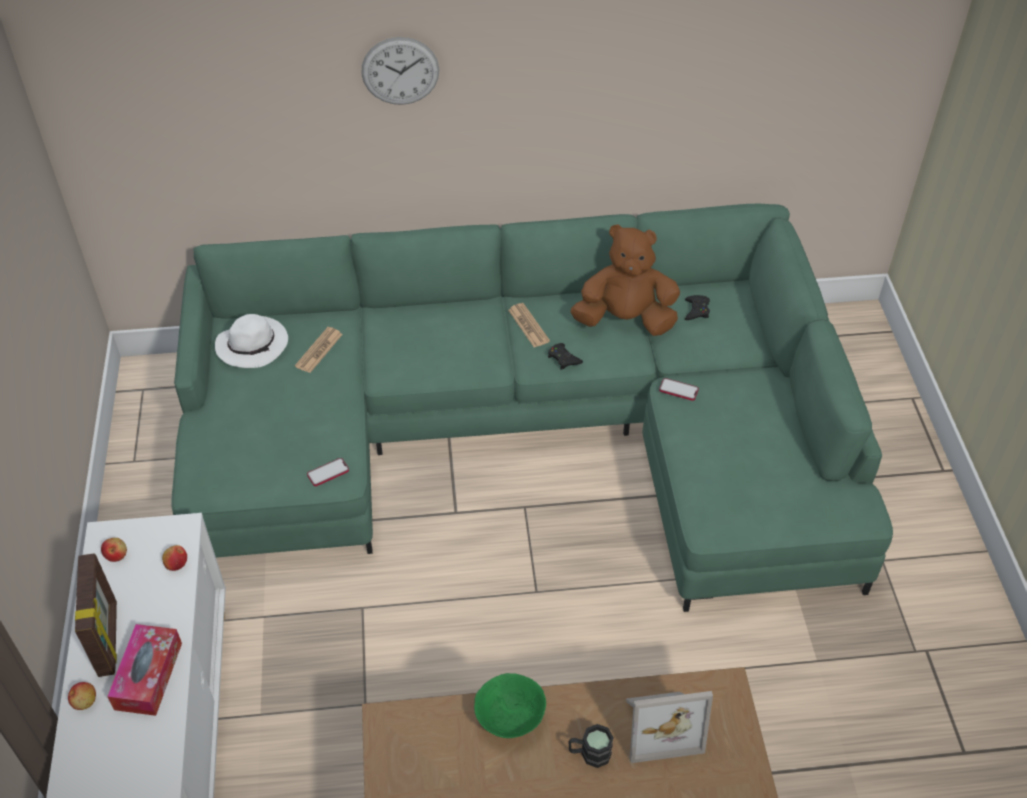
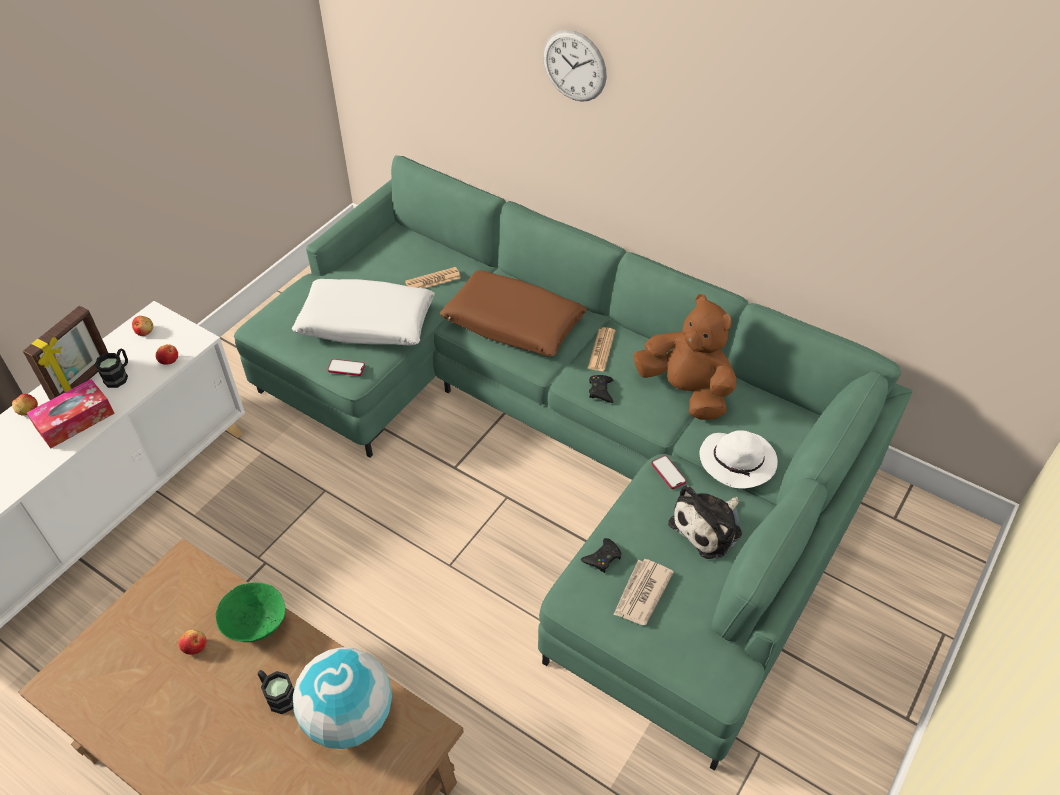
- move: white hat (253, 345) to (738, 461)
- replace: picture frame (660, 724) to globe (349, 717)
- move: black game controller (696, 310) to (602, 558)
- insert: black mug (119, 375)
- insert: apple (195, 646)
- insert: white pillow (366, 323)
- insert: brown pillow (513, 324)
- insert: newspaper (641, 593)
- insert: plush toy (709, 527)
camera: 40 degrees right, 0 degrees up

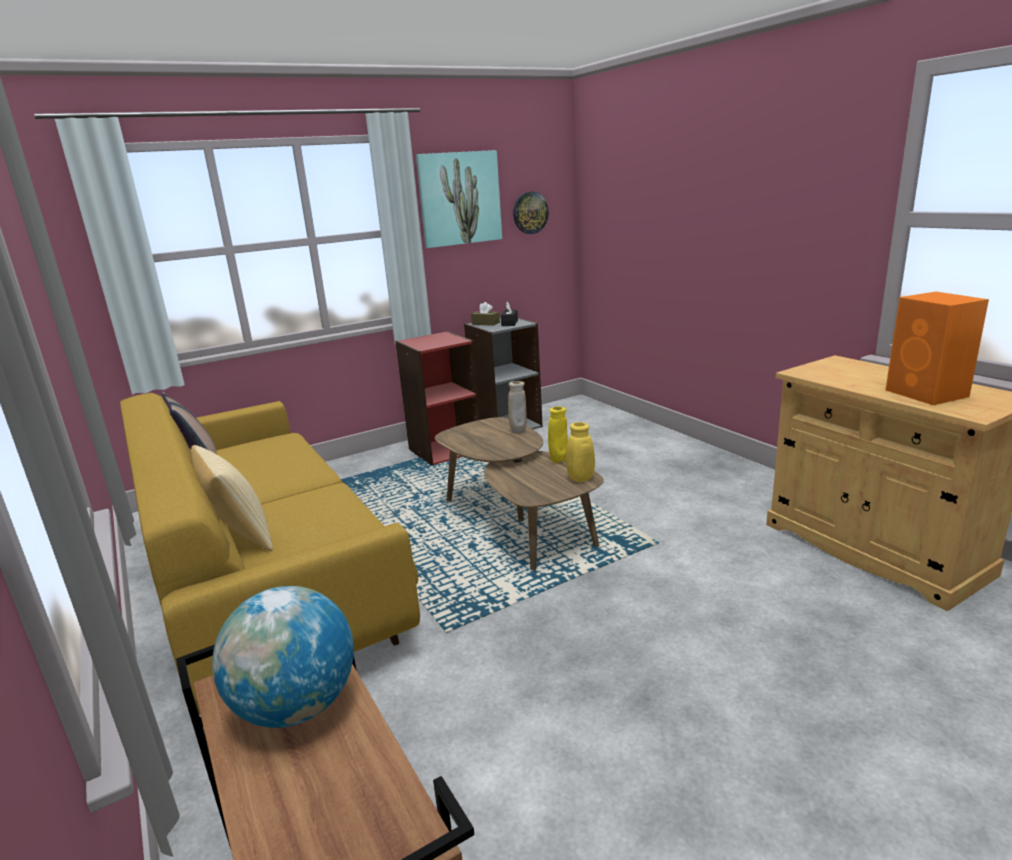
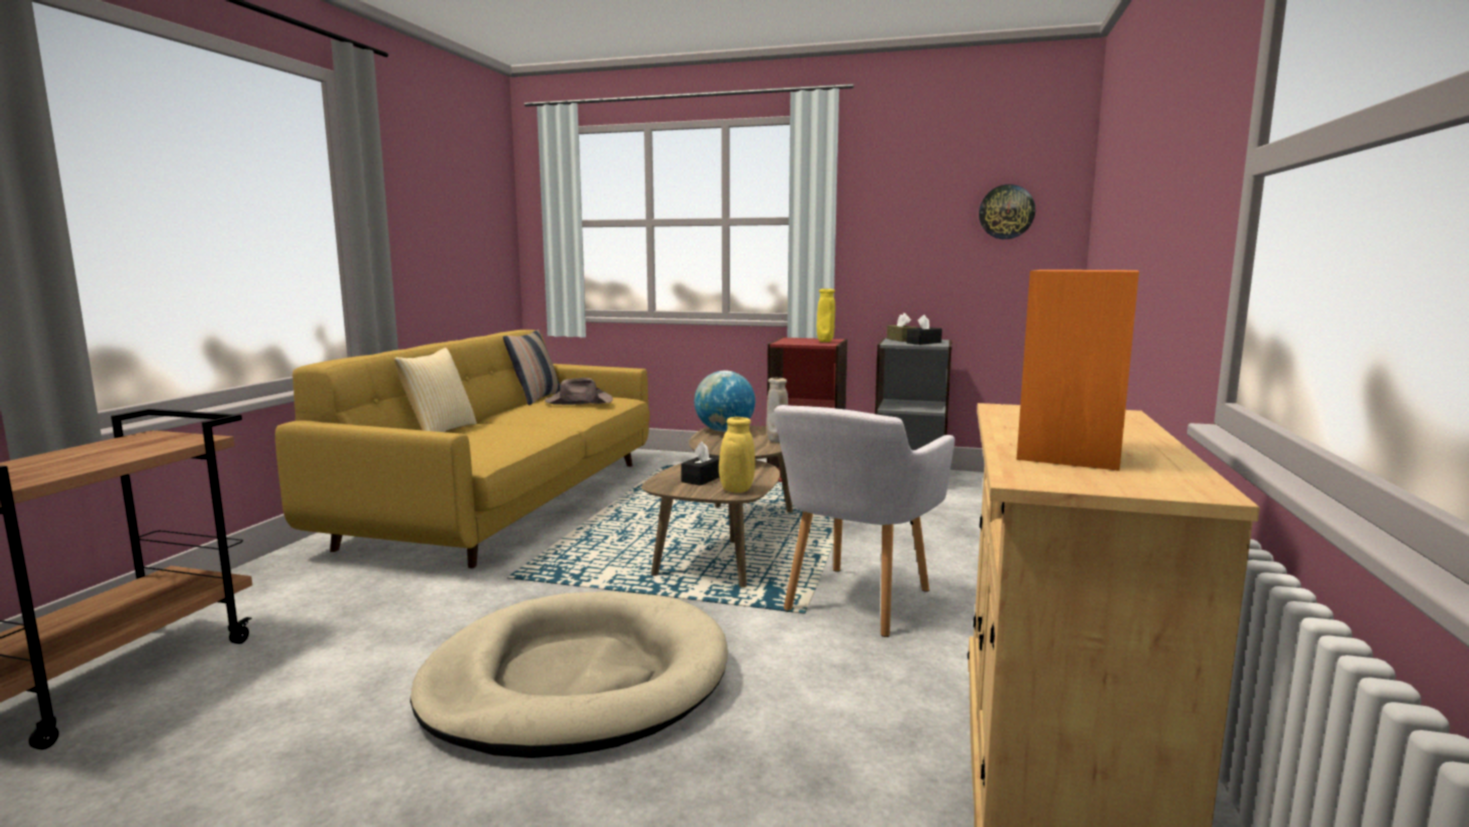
- move: globe (296, 706) to (724, 431)
- delete: picture (460, 198)
- move: yellow vase (558, 461) to (825, 342)
- insert: beige dog bed (576, 681)
- insert: brown hat (578, 401)
- insert: black tissue box (703, 478)
- insert: grey armchair (854, 602)
camera: 45 degrees right, 10 degrees down

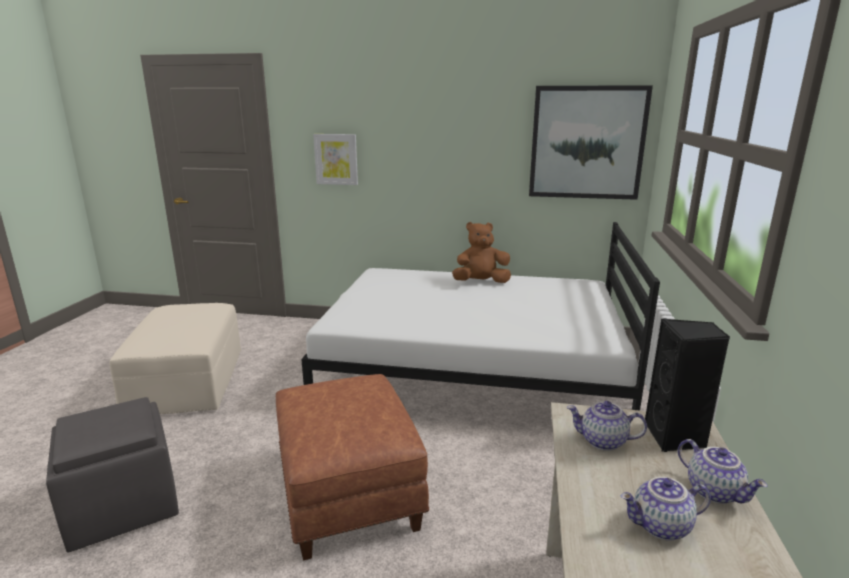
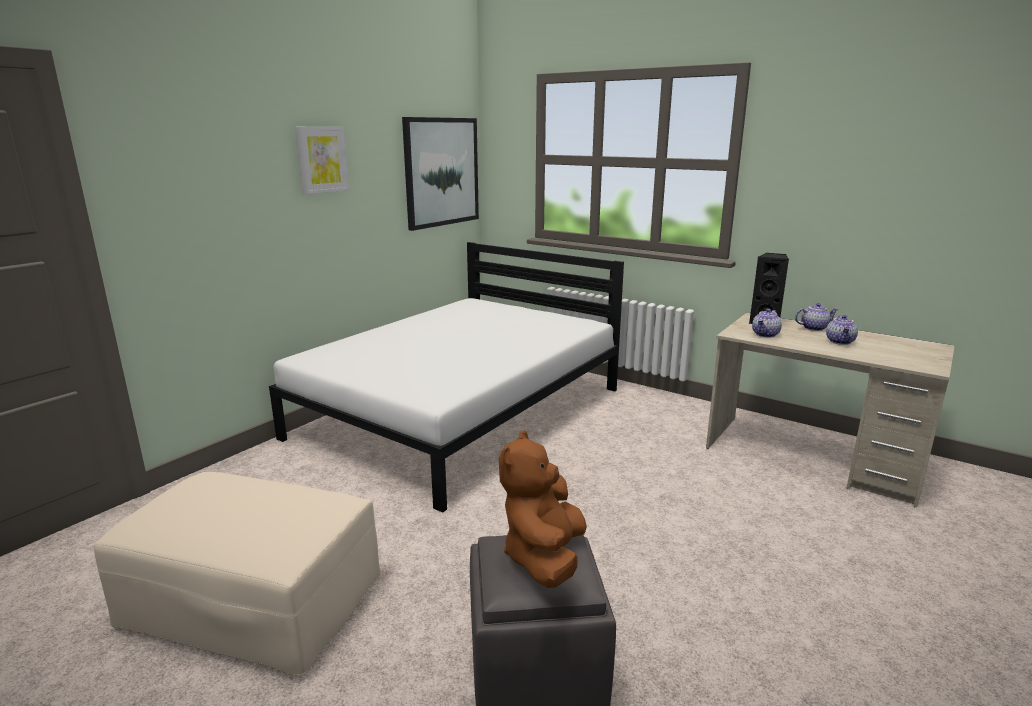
- delete: brown ottoman (350, 494)
- move: picture (336, 159) to (321, 160)
- move: brown plush toy (481, 282) to (544, 557)
camera: 65 degrees left, 0 degrees up

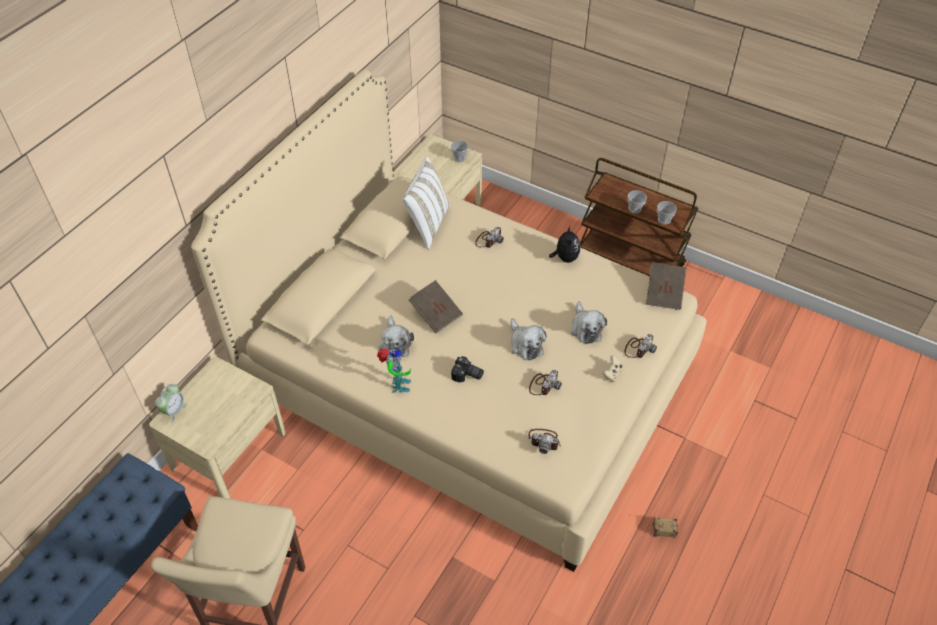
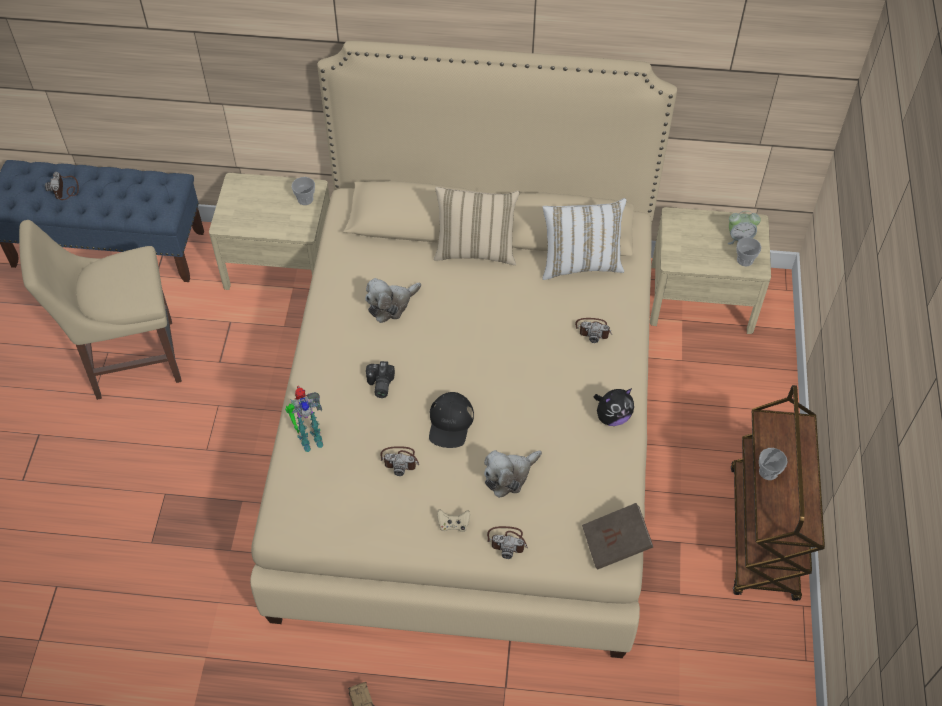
- move: alarm clock (174, 411) to (739, 238)
- move: toy robot (398, 386) to (309, 437)
- delete: brown book (436, 314)
- replace: plush toy (525, 344) to black cap (450, 423)
- move: photo camera (544, 441) to (65, 189)
- move: cup (664, 220) to (305, 199)
- insert: beige pillow (475, 250)
camera: 65 degrees right, 5 degrees up

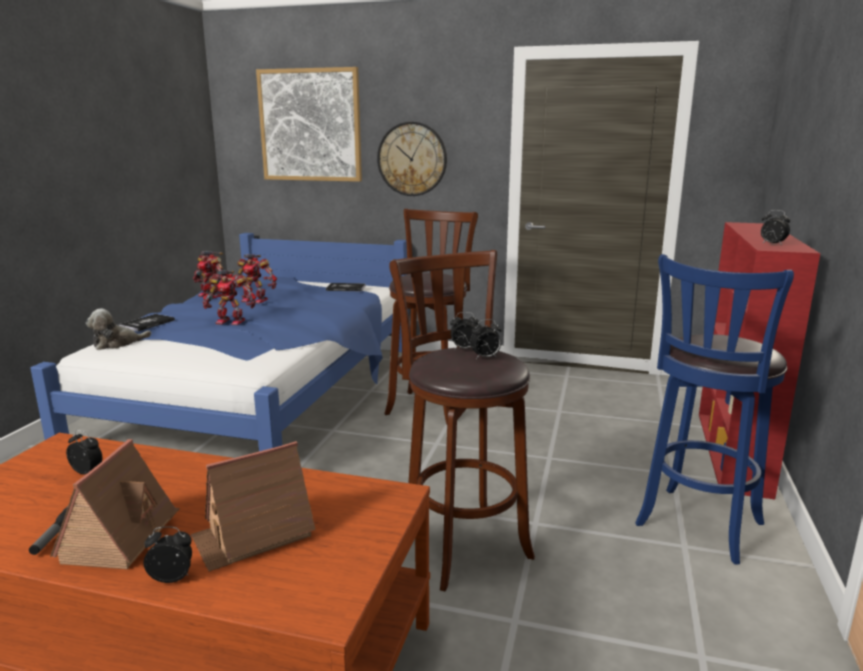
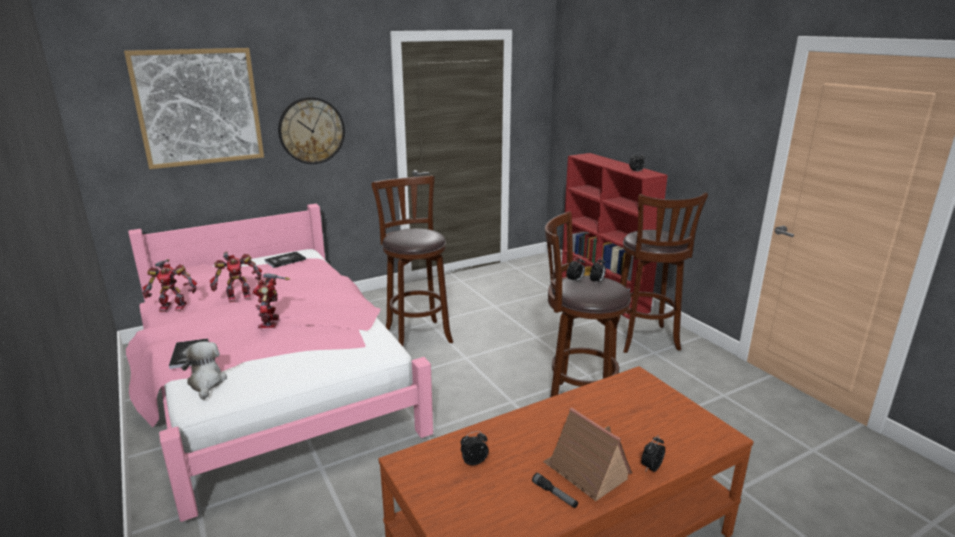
- recolor: blue bed (260, 395) to pink bed (273, 383)
- rotate: plush toy (117, 343) = (206, 383) 150 degrees clockwise
- delete: toy house (253, 535)
- rotate: toy robot (231, 321) = (271, 322) 120 degrees clockwise
- recolor: blue stool (697, 527) to brown stool (645, 341)
camera: 45 degrees left, 5 degrees up

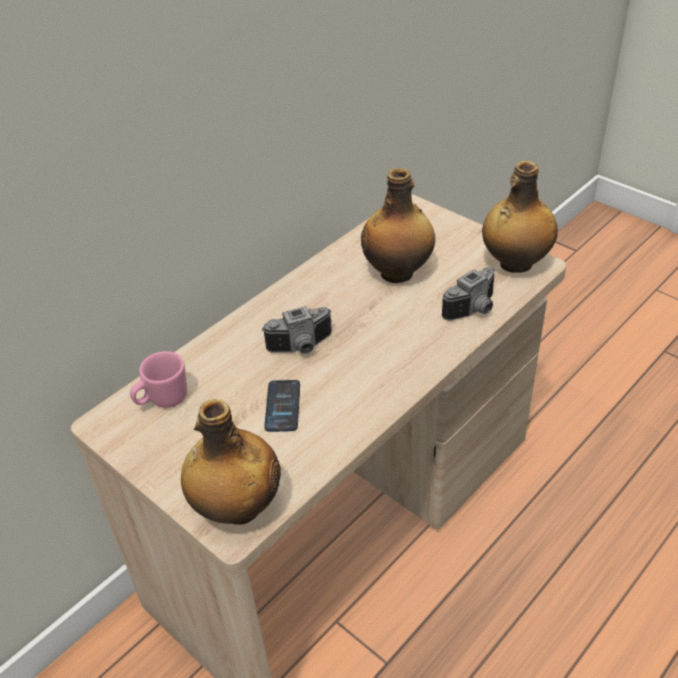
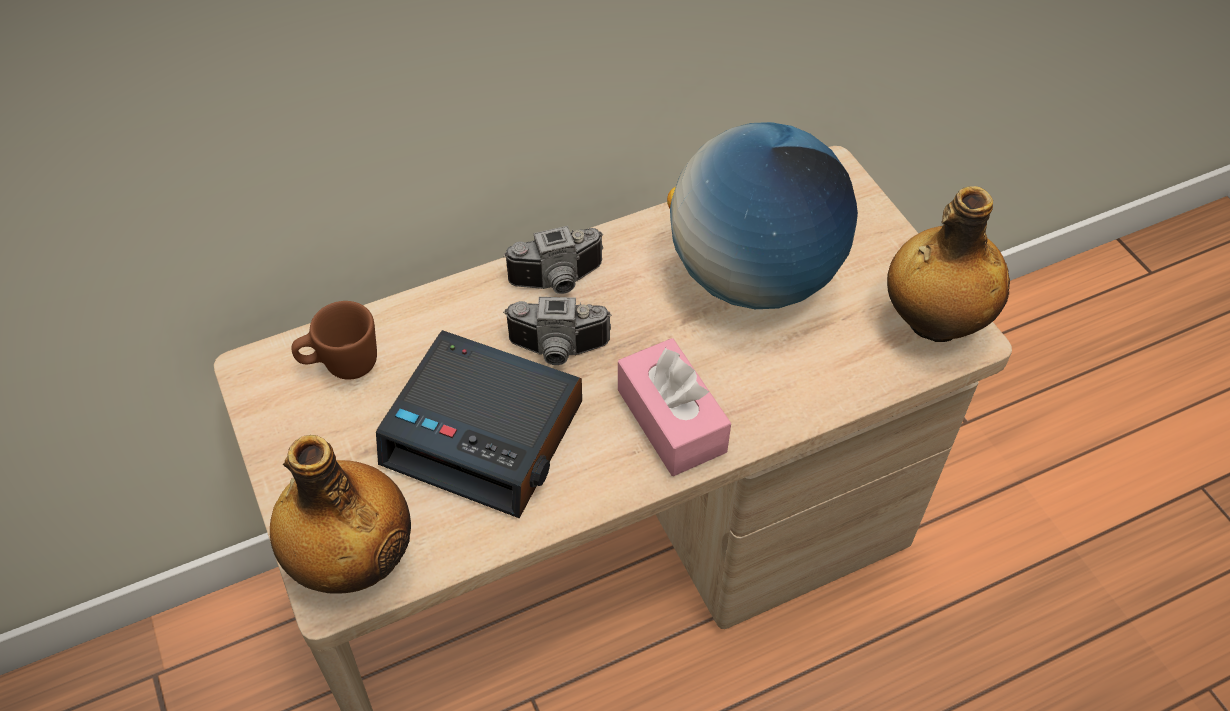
- recolor: pink mug (163, 401) to brown mug (341, 365)
- replace: phone (282, 406) to alarm clock (486, 433)
- replace: bottle (398, 272) to globe (753, 277)
- move: photo camera (475, 310) to (559, 282)
- insert: pink tissue box (671, 420)
camera: 20 degrees right, 10 degrees up

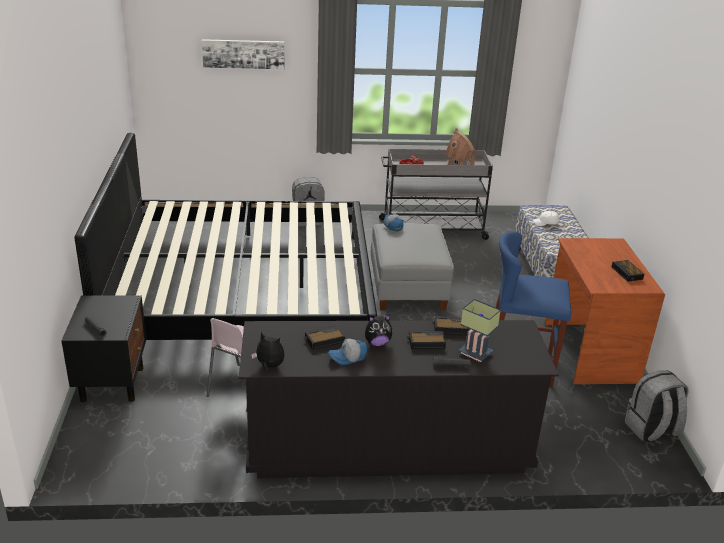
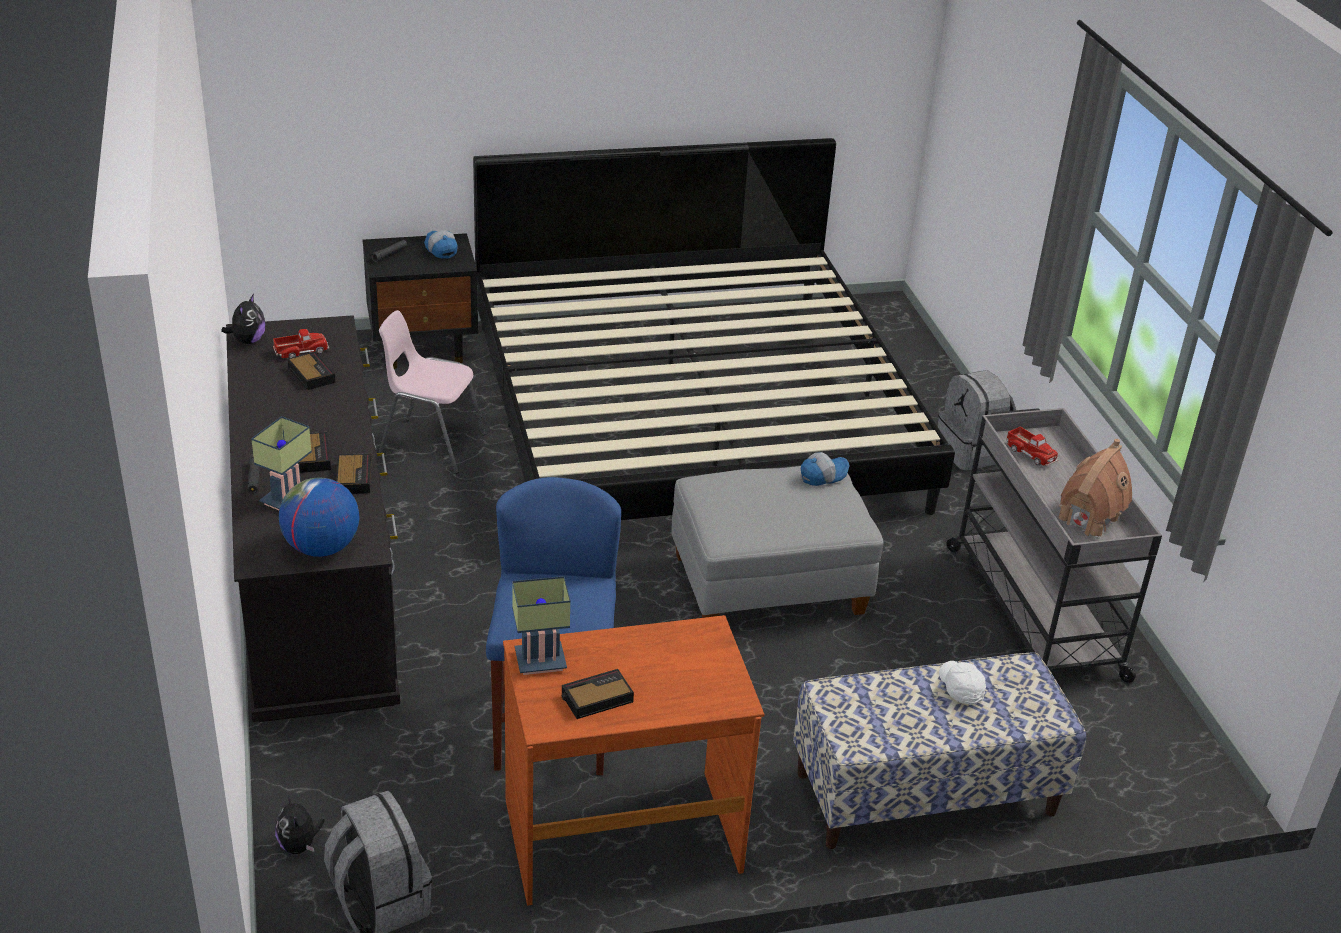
- delete: picture (243, 53)
- move: cap (348, 357) to (440, 249)
- move: plush toy (377, 343) to (299, 845)
- insert: toy truck (301, 351)
- insert: globe (321, 548)
- insert: table lamp (538, 663)
camera: 80 degrees right, 5 degrees up

